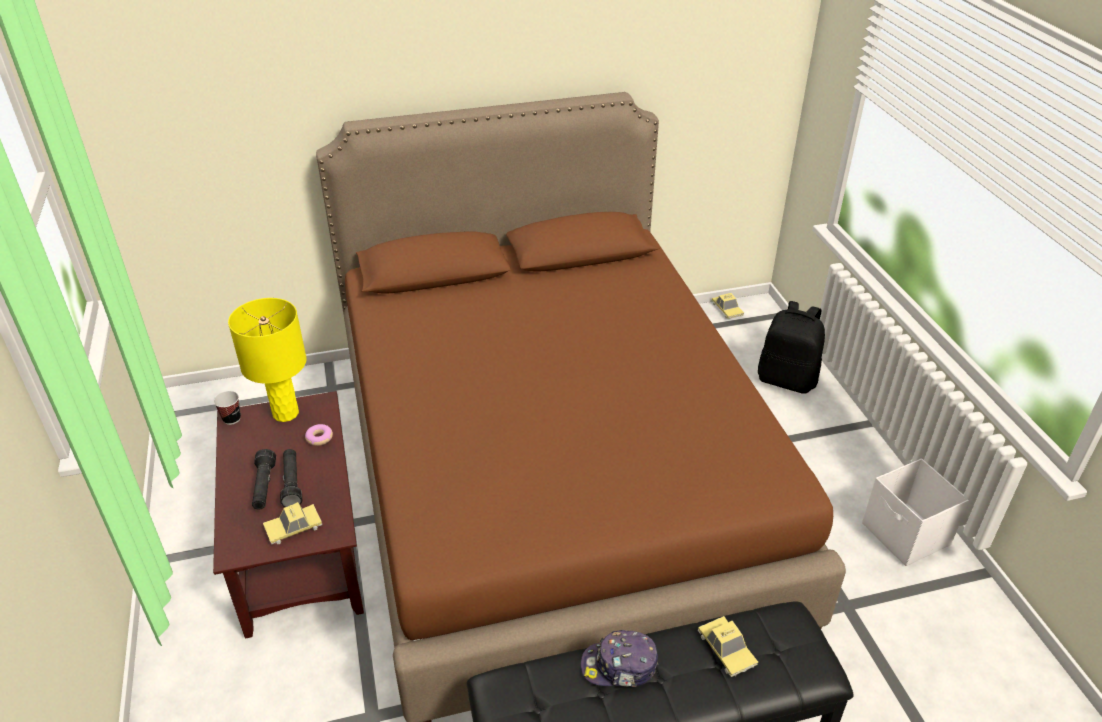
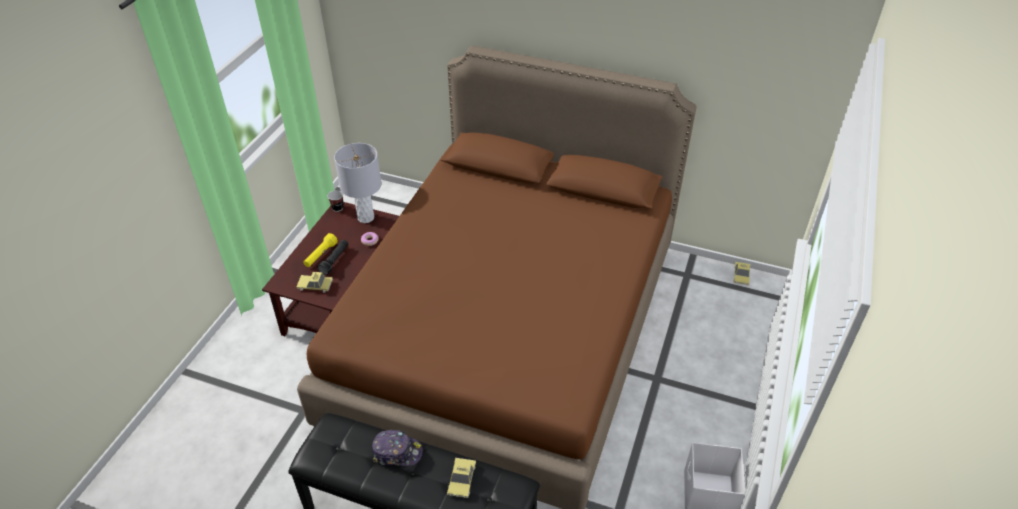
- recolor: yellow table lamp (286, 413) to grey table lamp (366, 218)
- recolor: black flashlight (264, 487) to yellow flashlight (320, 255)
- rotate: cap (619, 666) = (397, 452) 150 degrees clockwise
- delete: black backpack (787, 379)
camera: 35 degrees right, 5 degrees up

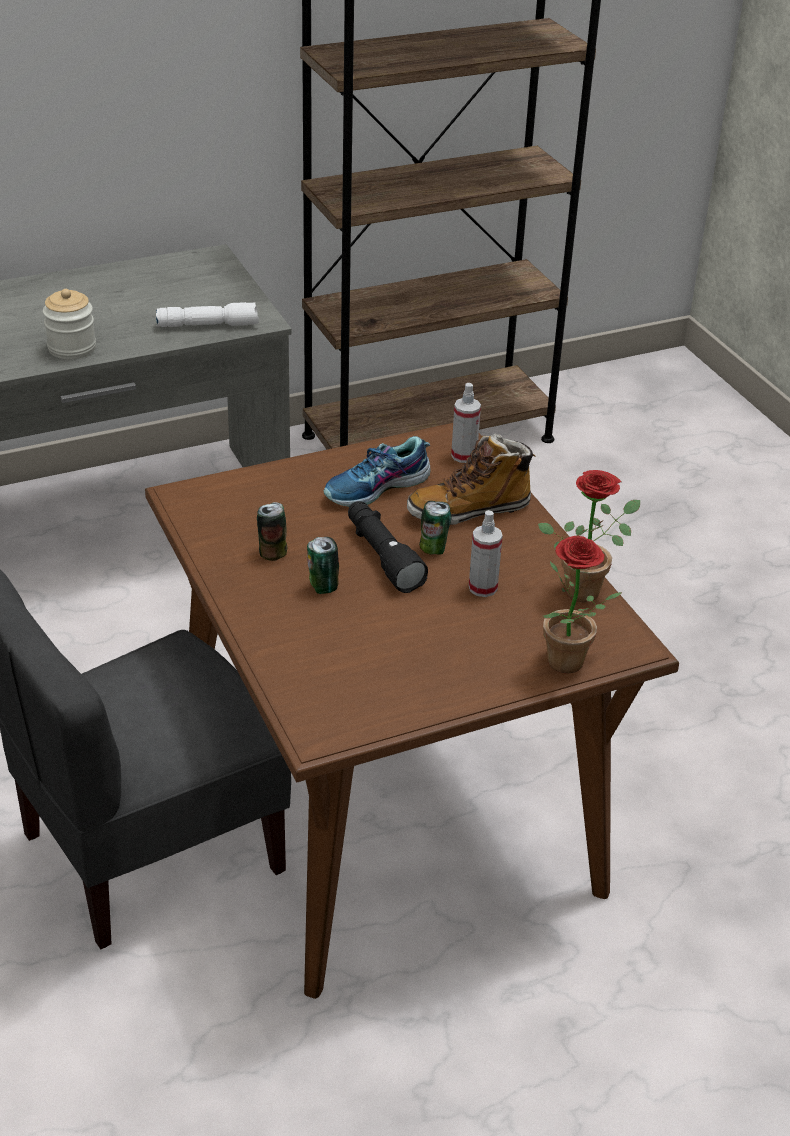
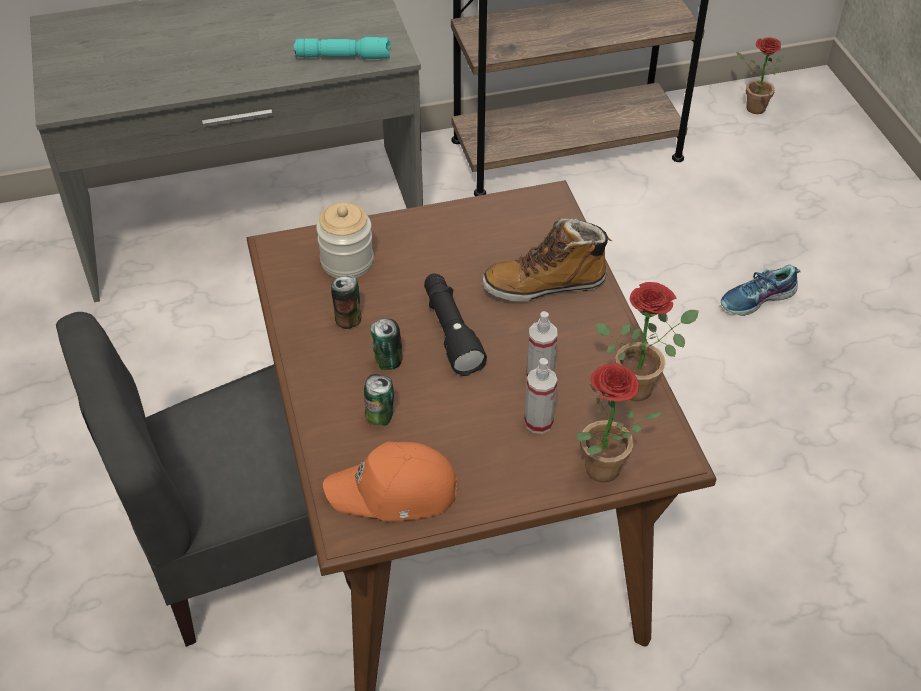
- move: jar (72, 348) to (347, 262)
- recolor: white flashlight (208, 325) to turquoise flashlight (344, 56)
- move: shoe (377, 488) to (757, 299)
- move: can (433, 549) to (380, 417)
- move: spray bottle (464, 455) to (538, 422)
- insert: orange cap (394, 492)
- insert: potted plant (751, 107)
camera: 10 degrees right, 10 degrees up

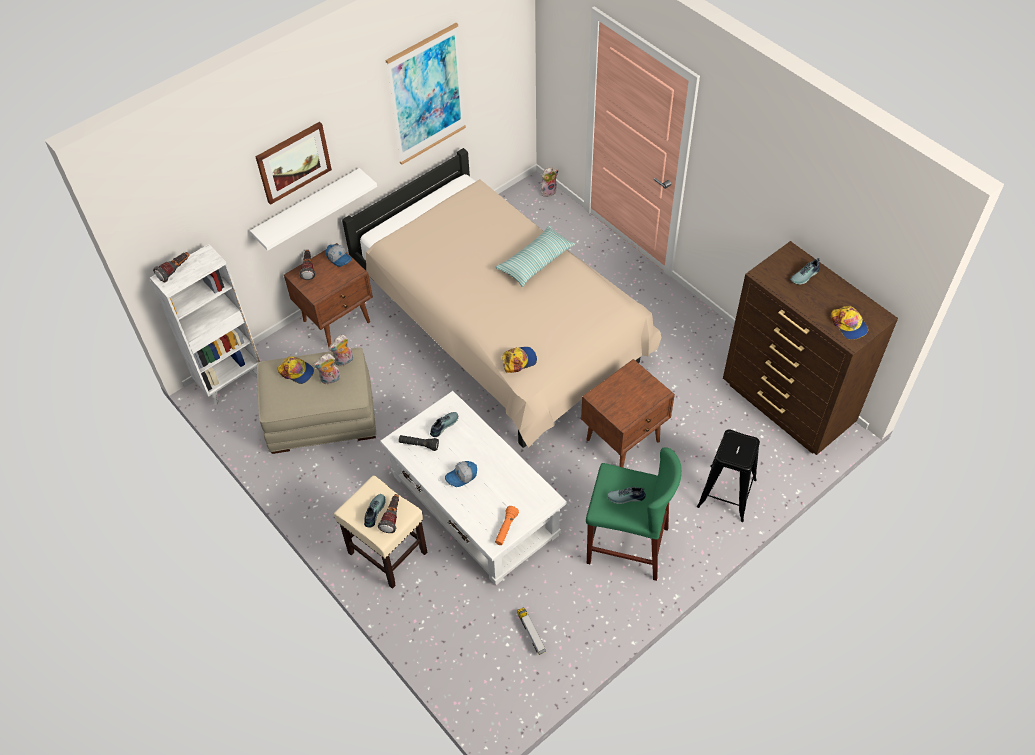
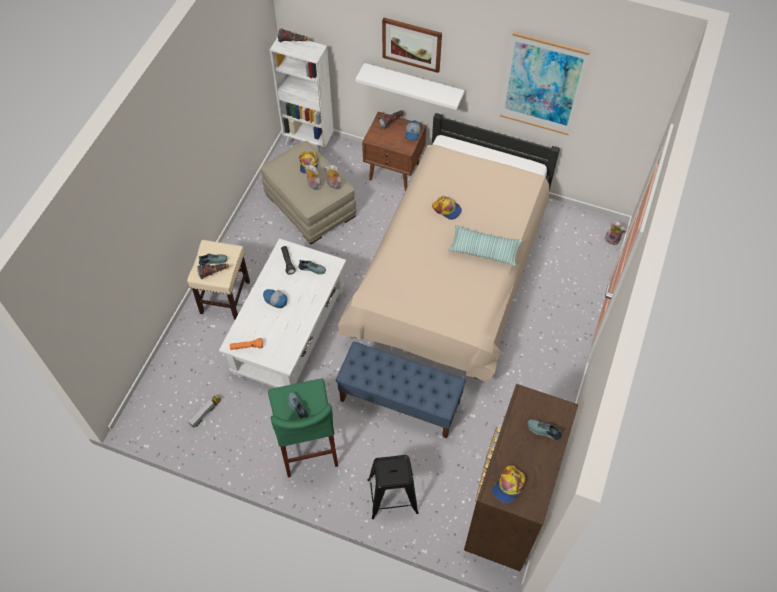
- move: cap (519, 360) to (447, 209)
- replace: brown nightstand (624, 440) to blue bench (400, 401)
camera: 60 degrees right, 5 degrees up

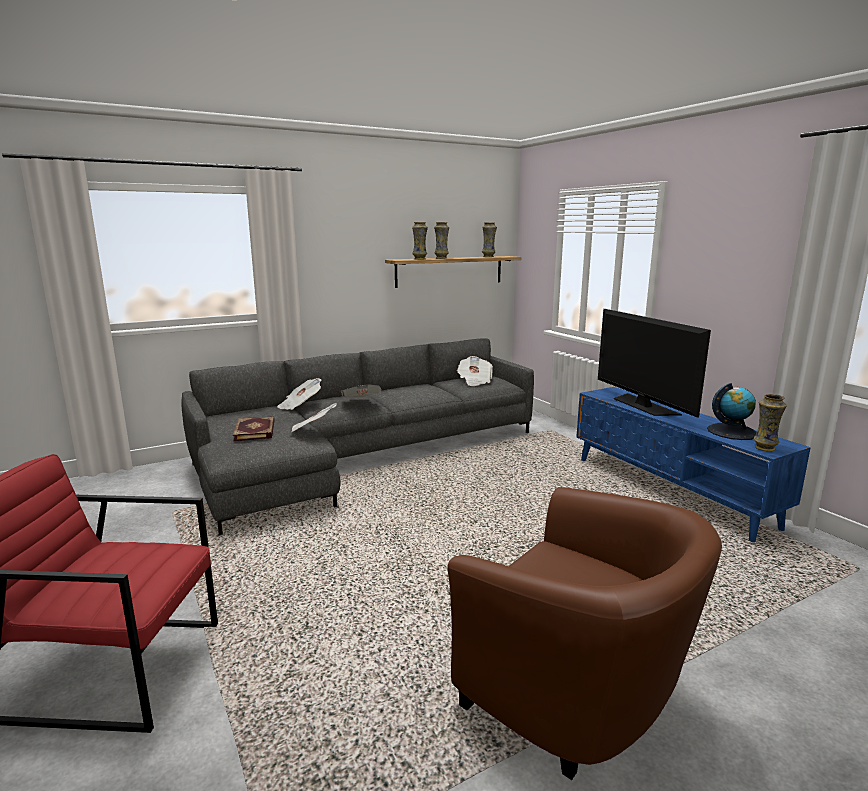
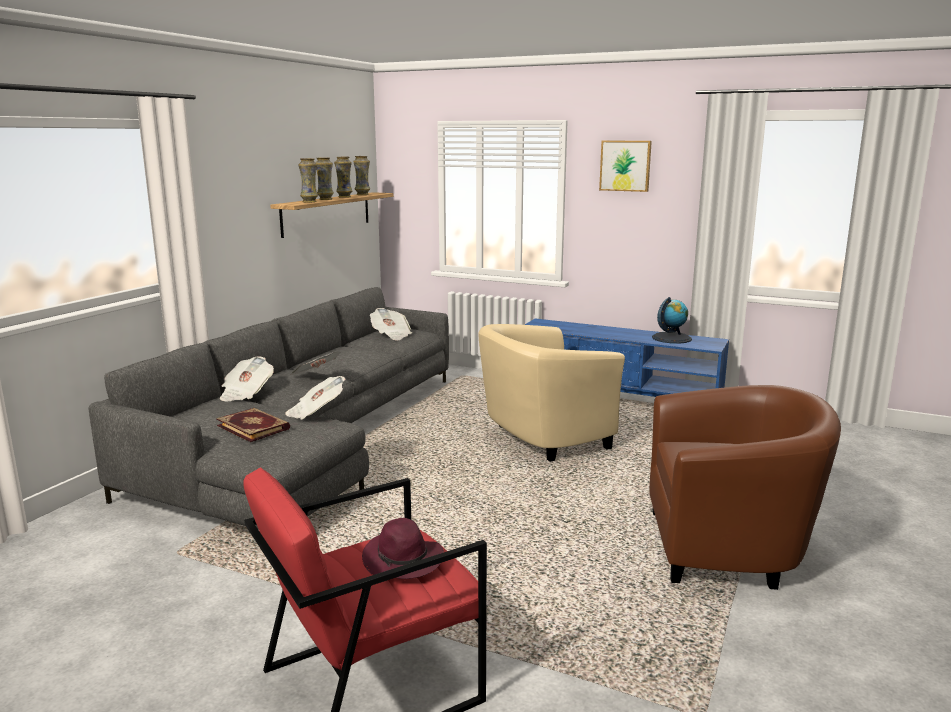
- delete: television (643, 405)
- move: vase (764, 448) to (344, 197)
- insert: purple hat (403, 560)
- insert: beige armchair (541, 440)
- insert: picture (625, 165)
camera: 35 degrees left, 0 degrees up

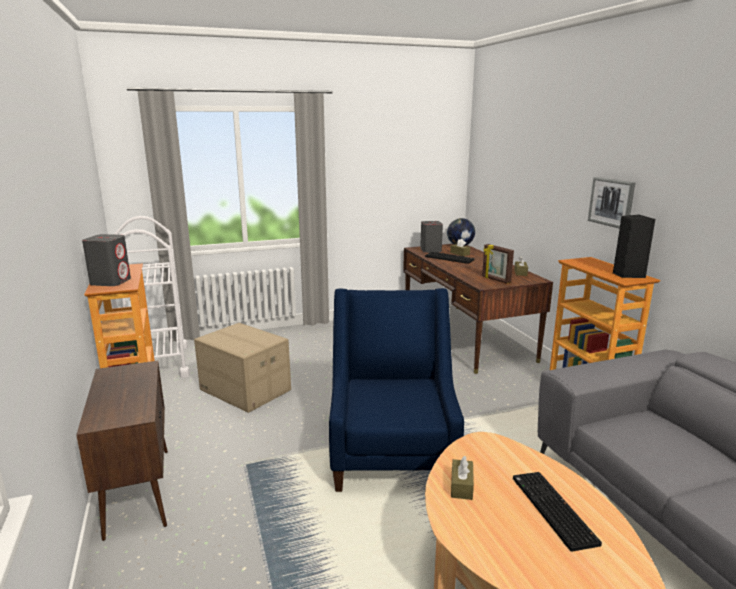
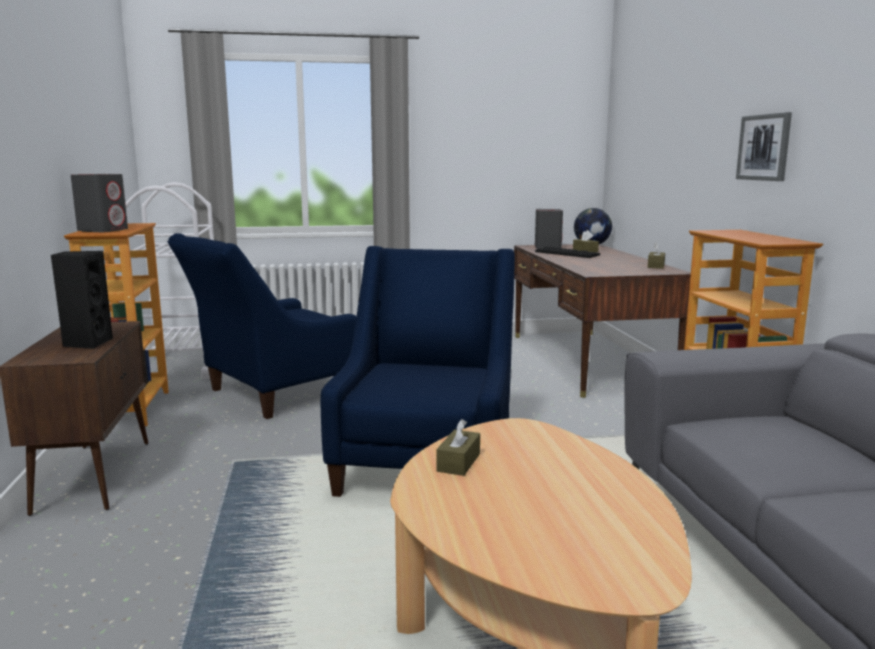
- replace: cardboard box (244, 390) to blue armchair (271, 395)
- delete: picture frame (495, 280)
- delete: keyboard (550, 509)
- move: black speaker (627, 275) to (87, 343)
camera: 10 degrees right, 5 degrees down

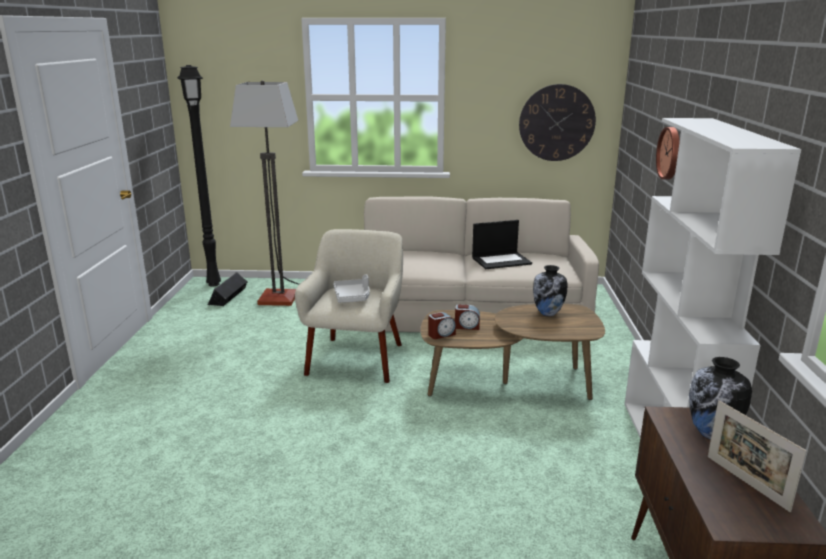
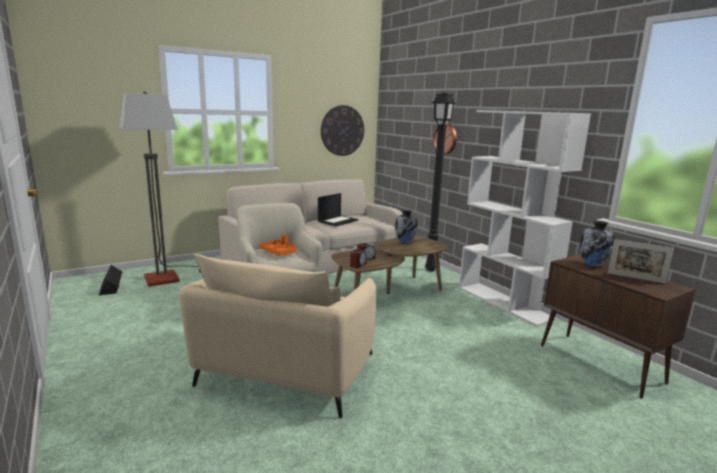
- move: black floor lamp (214, 284) to (430, 269)
- recolor: grey tray (352, 297) to orange tray (279, 252)
- insert: beige armchair (286, 370)
camera: 35 degrees left, 5 degrees down

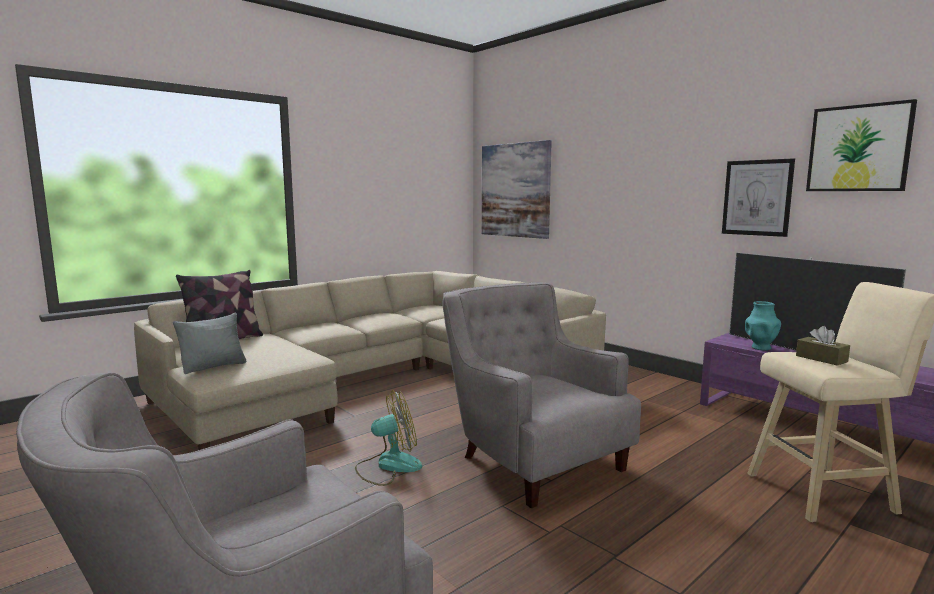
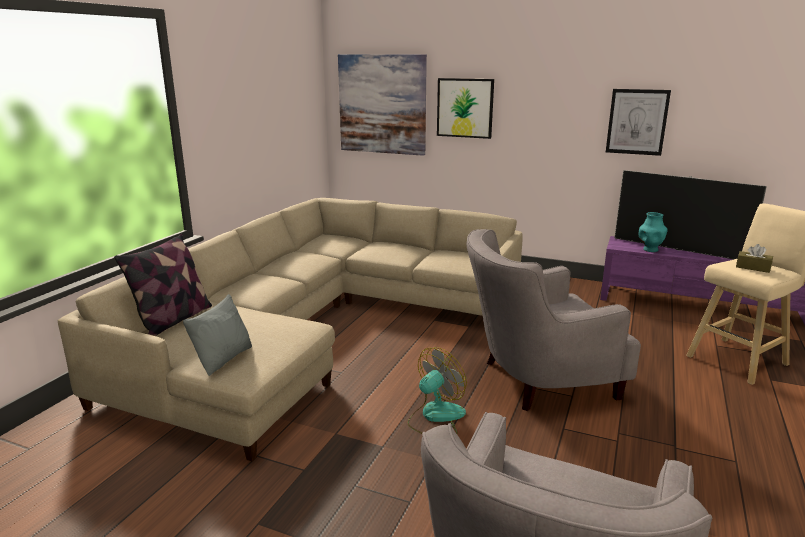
- rotate: grey armchair (531, 458) = (538, 379) 45 degrees counterclockwise
- move: picture (858, 148) to (465, 108)
camera: 25 degrees left, 10 degrees up

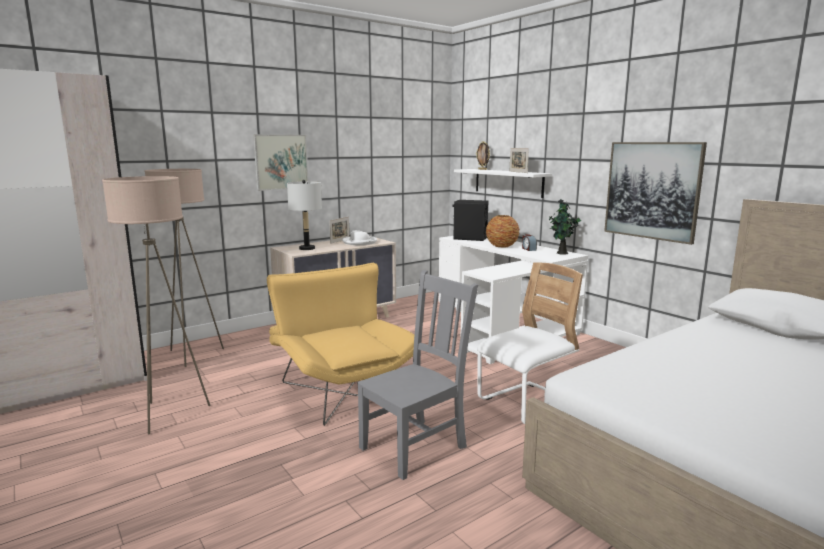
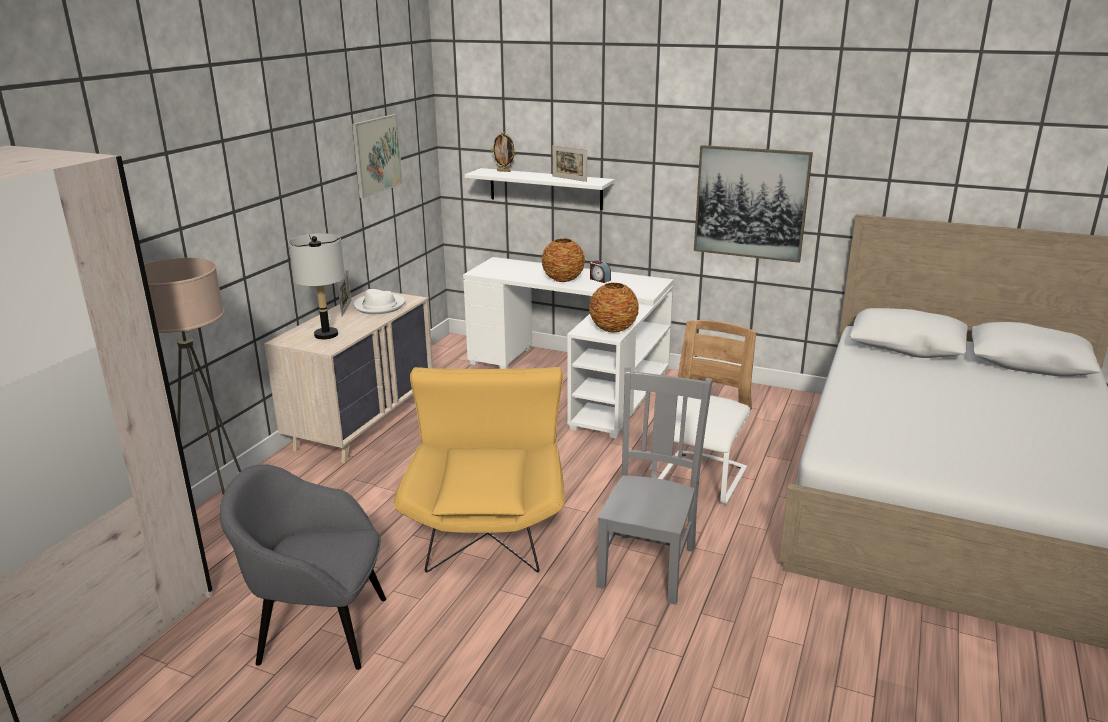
- replace: beige floor lamp (170, 414) to grey armchair (320, 629)
- move: picture (281, 162) to (376, 155)
- rotate: yellow armchair (340, 388) = (489, 522) 60 degrees clockwise
- delete: black speaker (470, 238)
- delete: potted plant (562, 253)
- insert: vase (613, 329)
camera: 30 degrees left, 10 degrees up

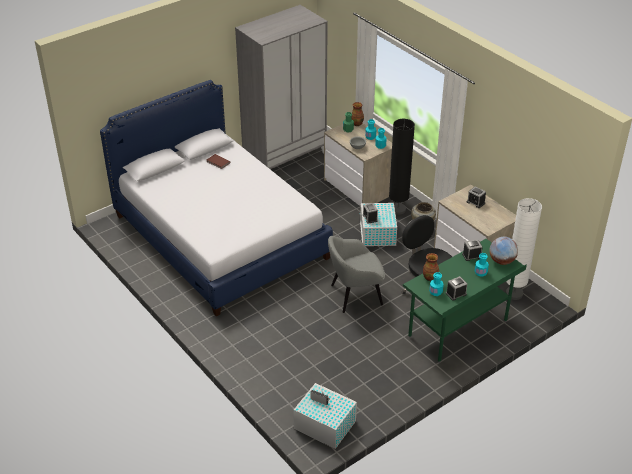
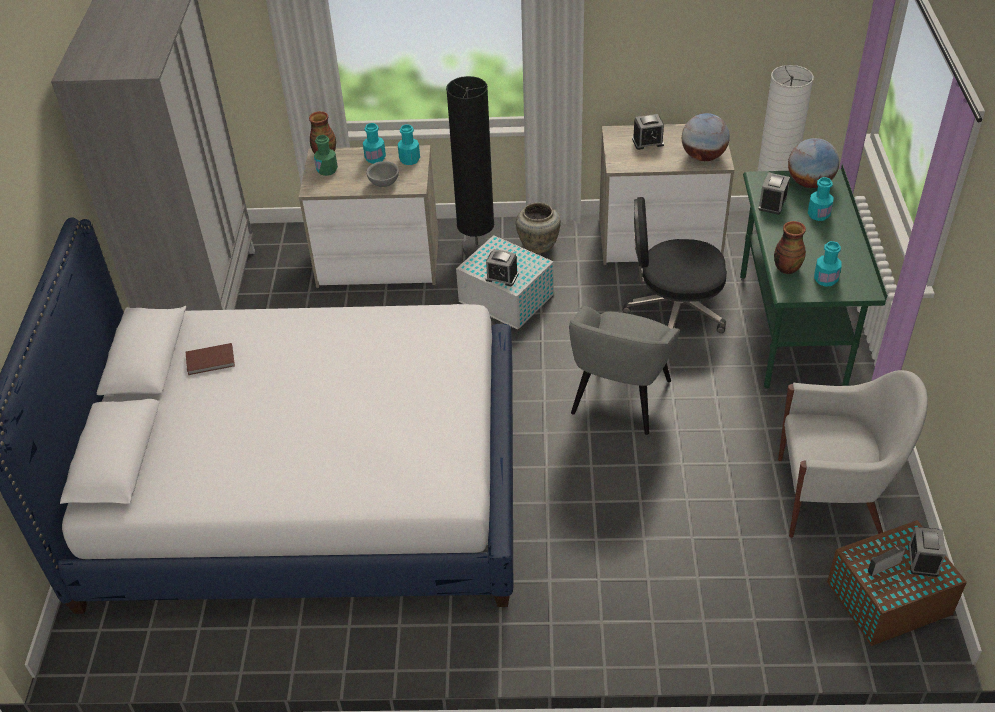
- recolor: white storage box (324, 424) to brown storage box (887, 598)
- move: alarm clock (456, 294) to (923, 560)
- insert: globe (703, 157)
- insert: white armchair (832, 499)
camera: 50 degrees left, 5 degrees up

